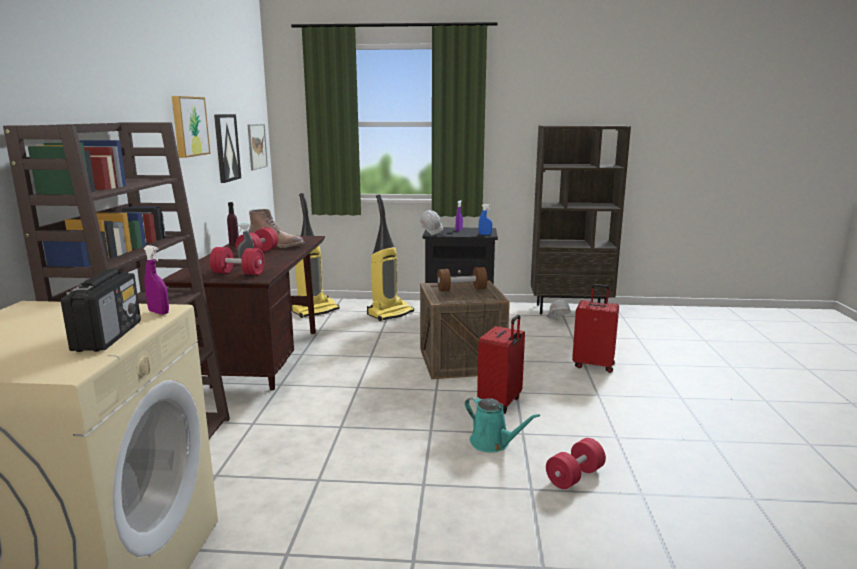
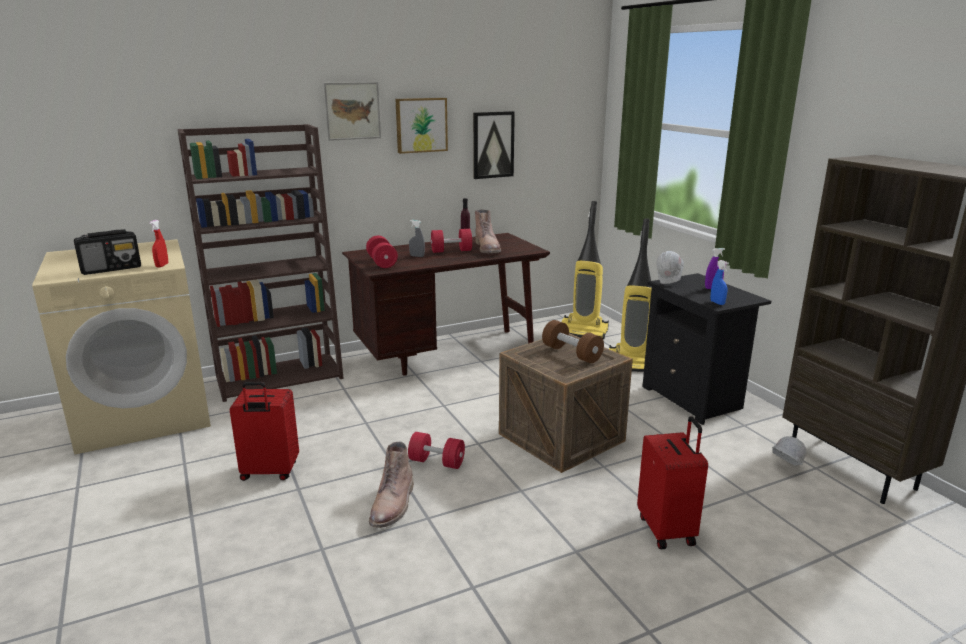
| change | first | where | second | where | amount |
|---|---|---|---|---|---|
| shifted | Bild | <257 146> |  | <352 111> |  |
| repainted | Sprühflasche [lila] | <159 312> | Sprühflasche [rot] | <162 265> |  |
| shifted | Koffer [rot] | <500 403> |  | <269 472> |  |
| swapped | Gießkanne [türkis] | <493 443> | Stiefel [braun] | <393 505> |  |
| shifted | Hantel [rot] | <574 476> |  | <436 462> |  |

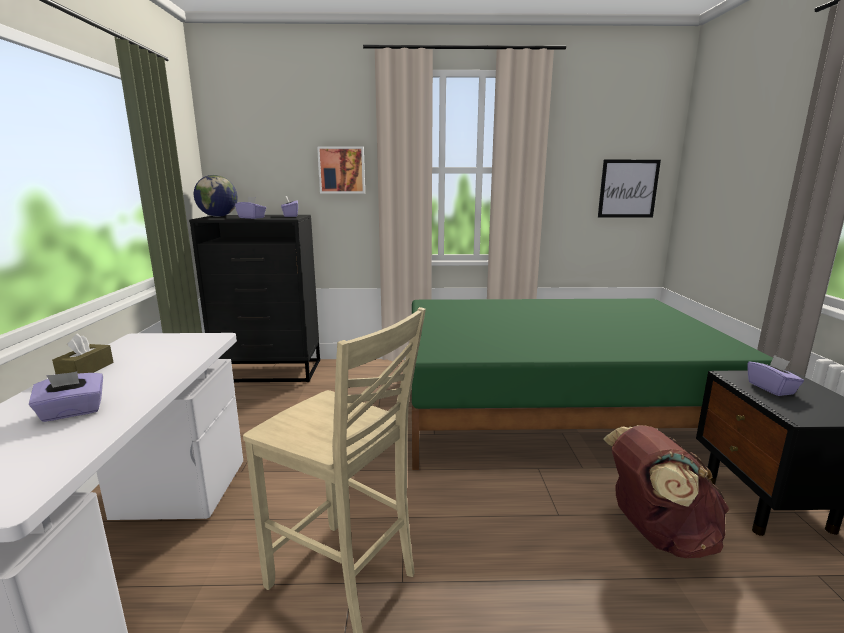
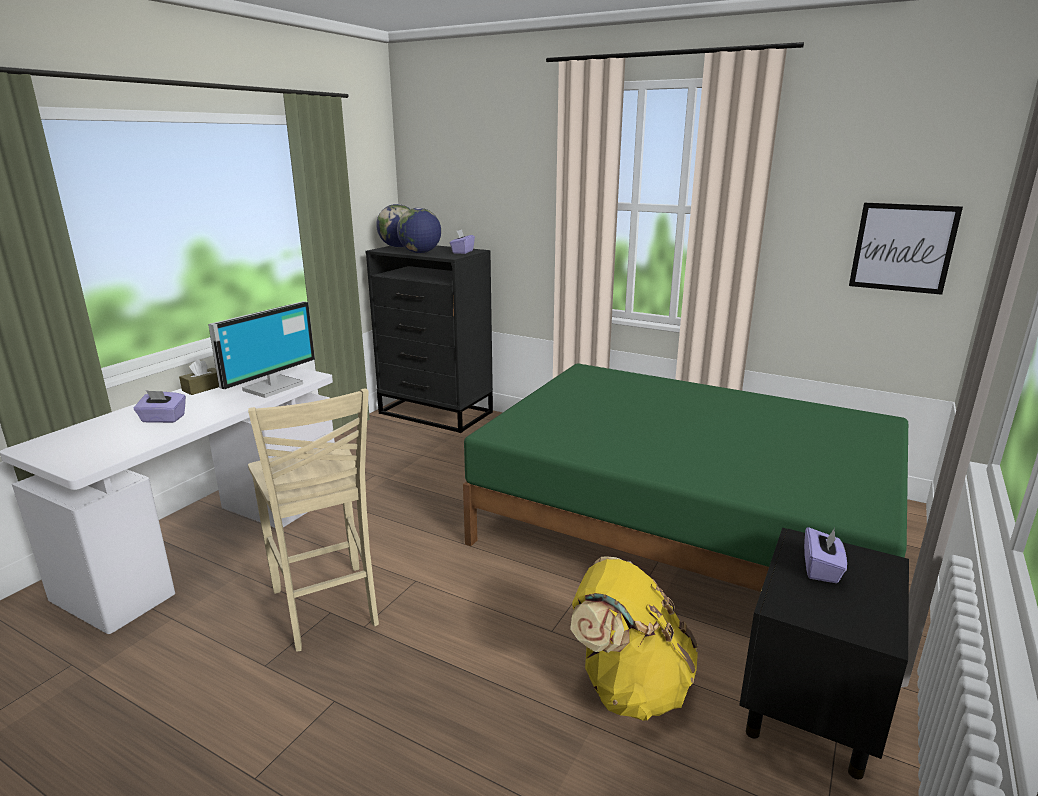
| change | first | where | second | where | amount |
|---|---|---|---|---|---|
| gone | Bild | <342 170> |  |  |  |
| swapped | Taschentuchbox [lila] | <252 218> | Globus | <420 252> |  |
| repainted | Rucksack [braun] | <657 534> | Rucksack [gelb] | <629 686> |  |
| new |  |  | Monitor | <271 387> |  |

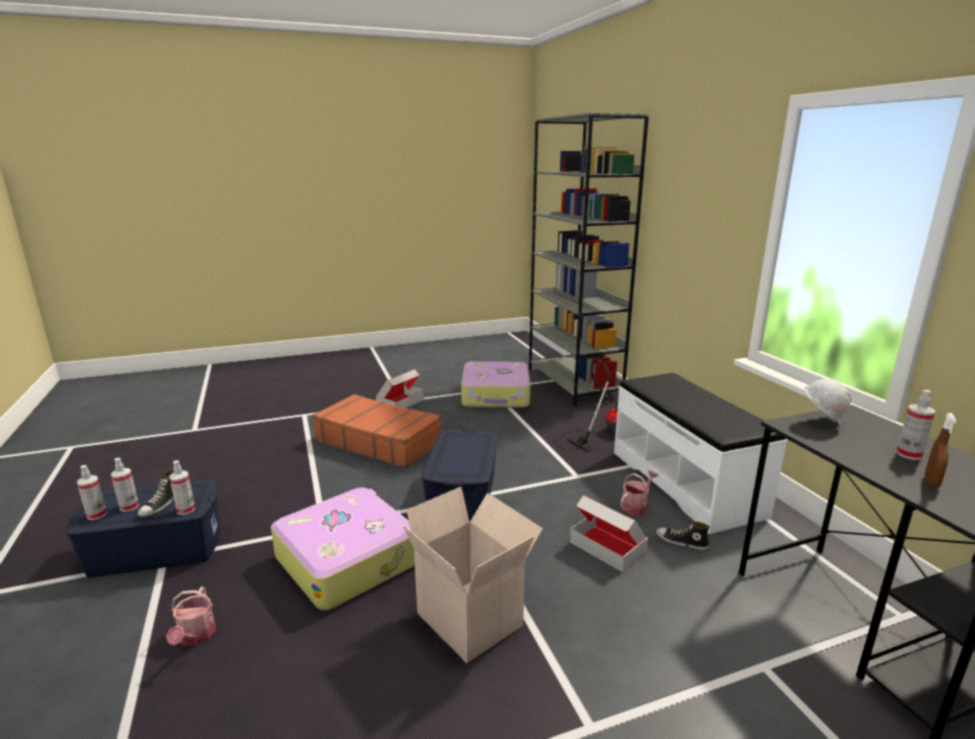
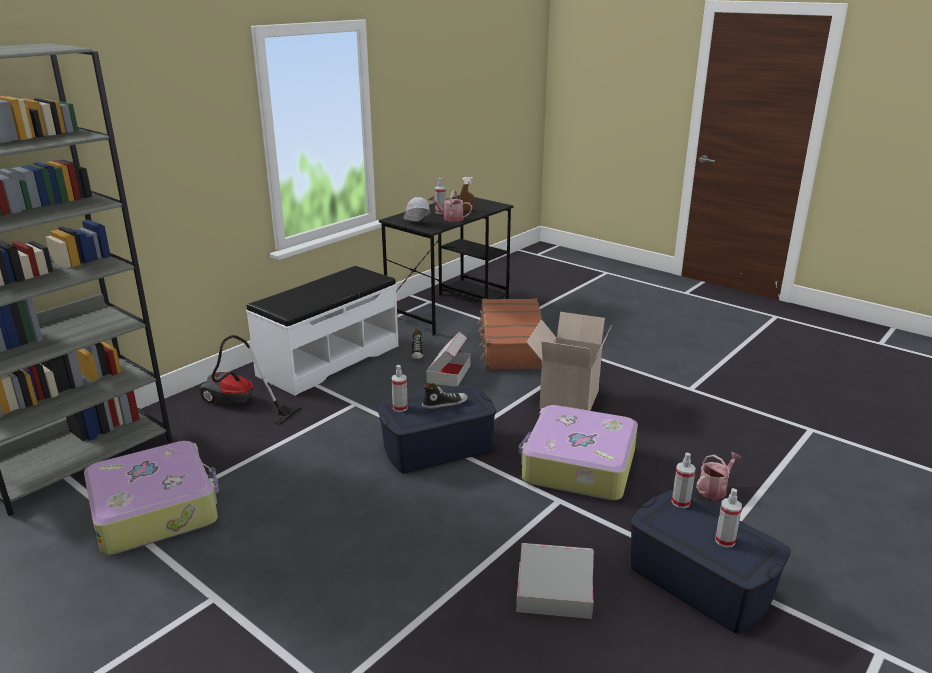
| change | first | where | second | where | amount |
|---|---|---|---|---|---|
| shifted | Karton | <400 402> |  | <554 597> |  |
| shifted | Koffer [braun] | <379 441> |  | <511 345> |  |
| shifted | Sprühflasche | <96 515> |  | <400 408> |  |
| shifted | Schuh | <162 504> |  | <444 403> |  |
| shifted | Gießkanne | <636 506> |  | <450 218> |  |

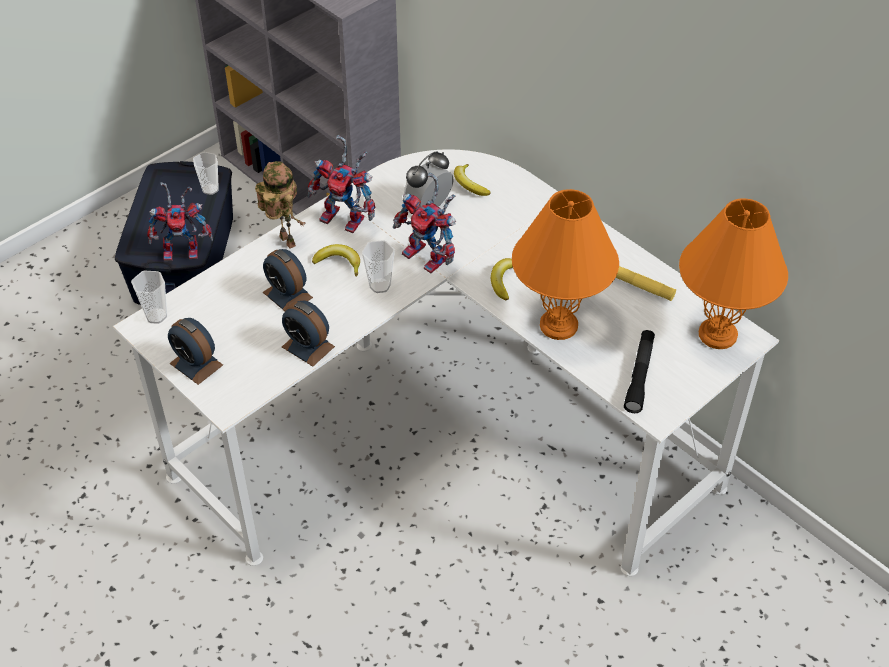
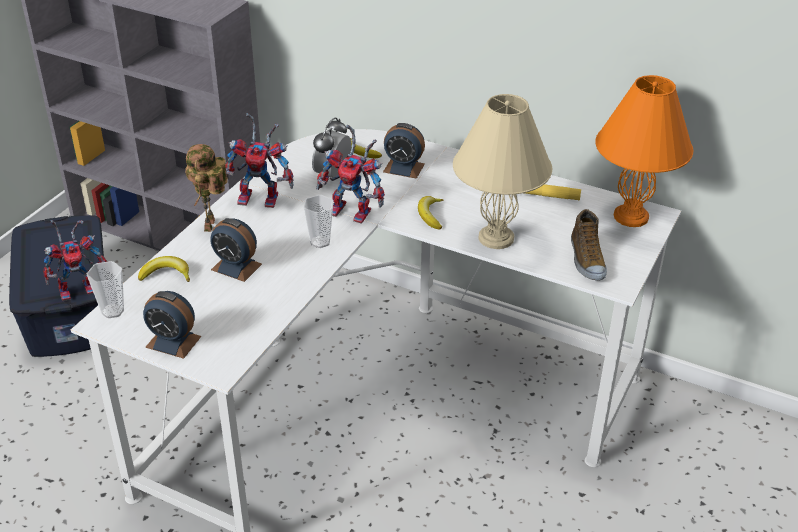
| change | first | where | second | where | amount |
|---|---|---|---|---|---|
| gone | Tasse | <210 189> |  |  |  |
| rotated | Spielzeugroboter | <284 241> |  | <211 226> | 120 degrees counterclockwise |
| repainted | Tischlampe [orange] | <559 325> | Tischlampe [beige] | <496 237> |  |
| shifted | Banane | <339 263> |  | <166 274> |  |
| shifted | Wecker | <308 346> |  | <403 168> |  |
| swapped | Taschenlampe [schwarz] | <639 375> | Schuh | <586 260> |  |

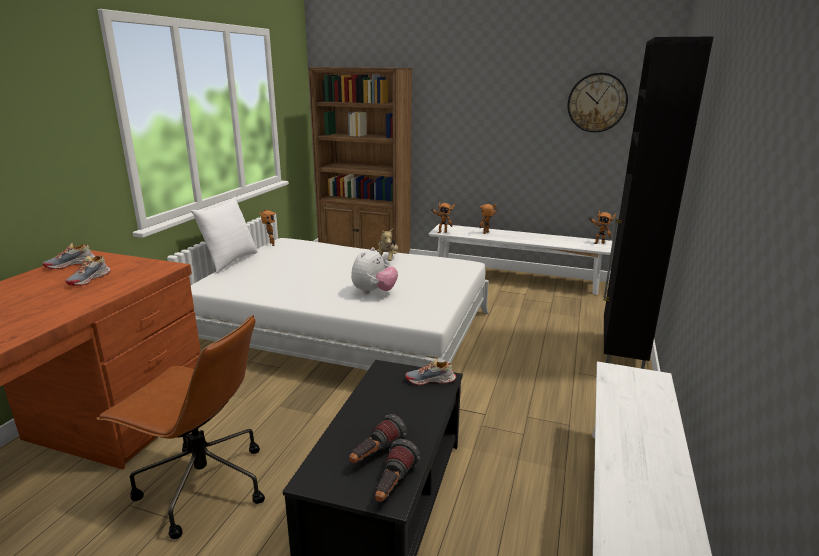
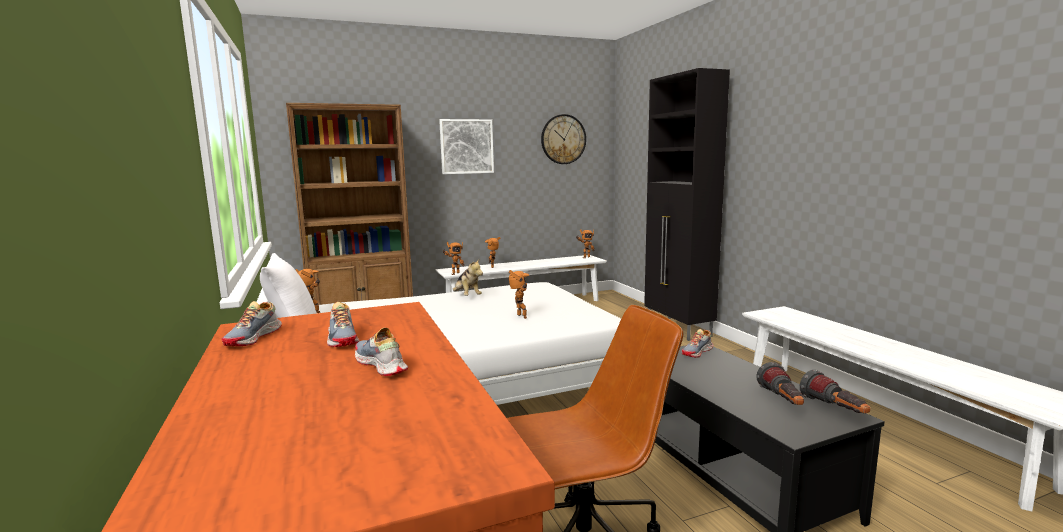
| change | first | where | second | where | amount |
|---|---|---|---|---|---|
| swapped | Plüschtier | <374 292> | Spielzeugroboter | <520 317> |  |
| new |  |  | Bild | <466 146> |  |
| new |  |  | Schuh | <380 365> |  |

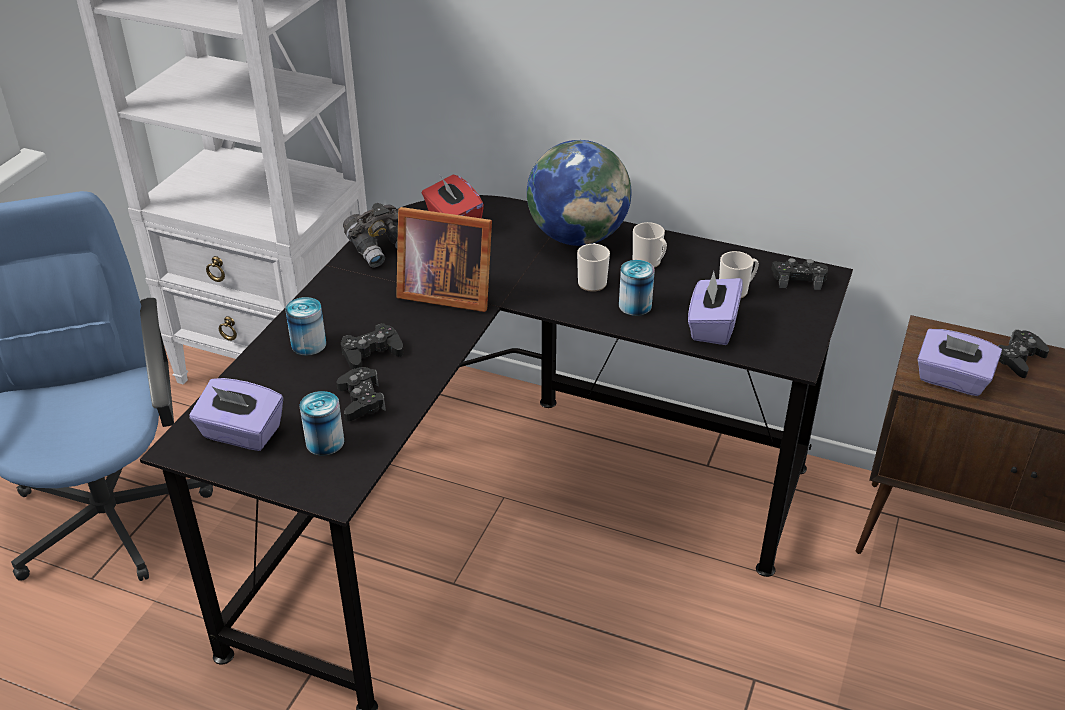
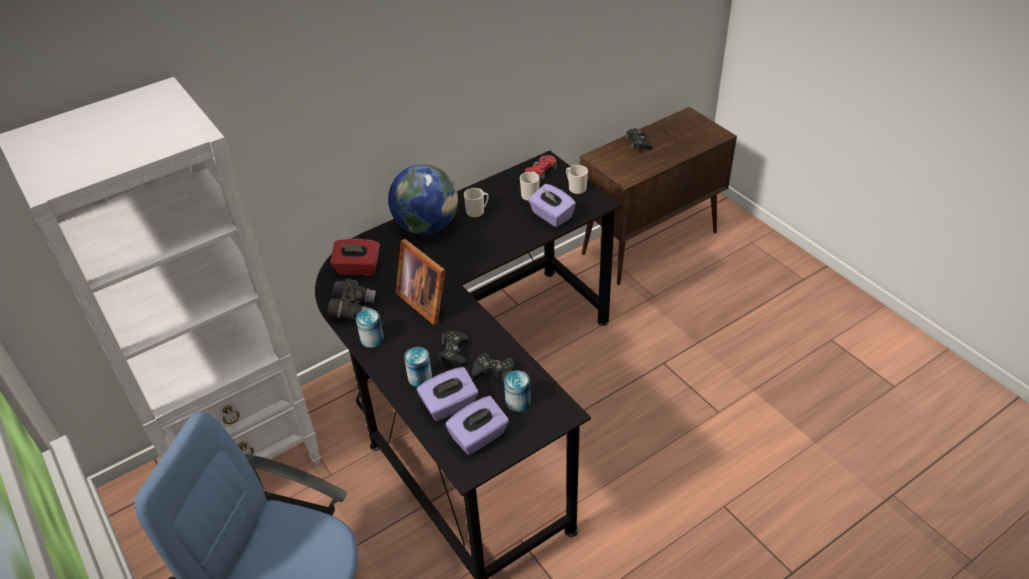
| change | first | where | second | where | amount |
|---|---|---|---|---|---|
| rotated | Bilderrahmen | <443 292> |  | <425 300> | 90 degrees clockwise |
| shifted | Henkelbecher | <592 281> |  | <575 188> |  |
| repainted | Gamepad [schwarz] | <798 279> | Gamepad [rot] | <541 170> |  |
| shifted | Dose | <635 305> |  | <372 339> |  |
| shifted | Taschentuchbox [lila] | <951 380> |  | <449 405> |  |

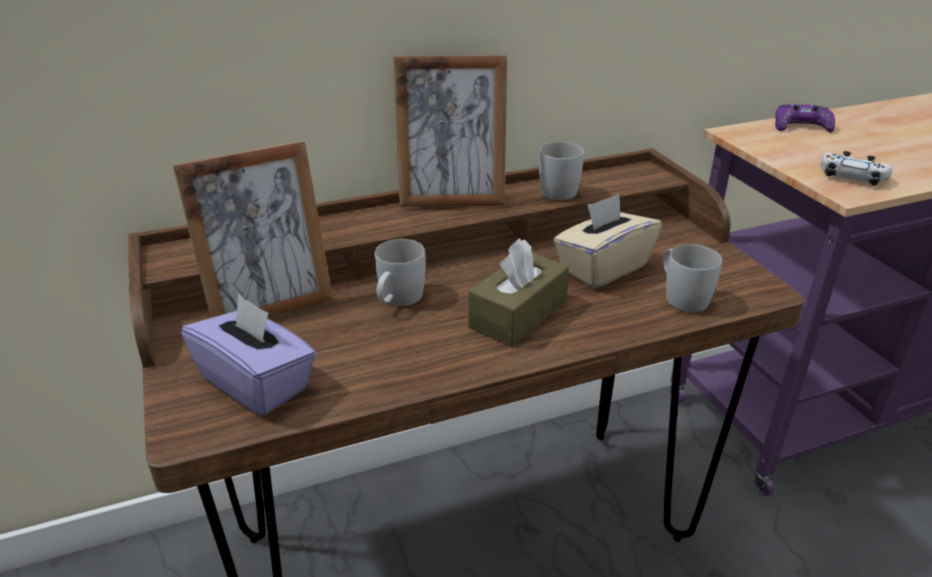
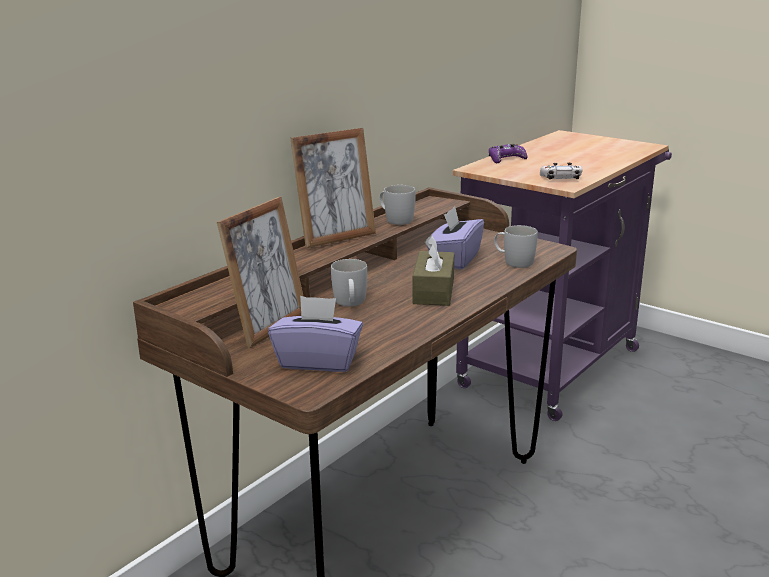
| change | first | where | second | where | amount |
|---|---|---|---|---|---|
| repainted | Taschentuchbox [beige] | <602 268> | Taschentuchbox [lila] | <454 259> |  |

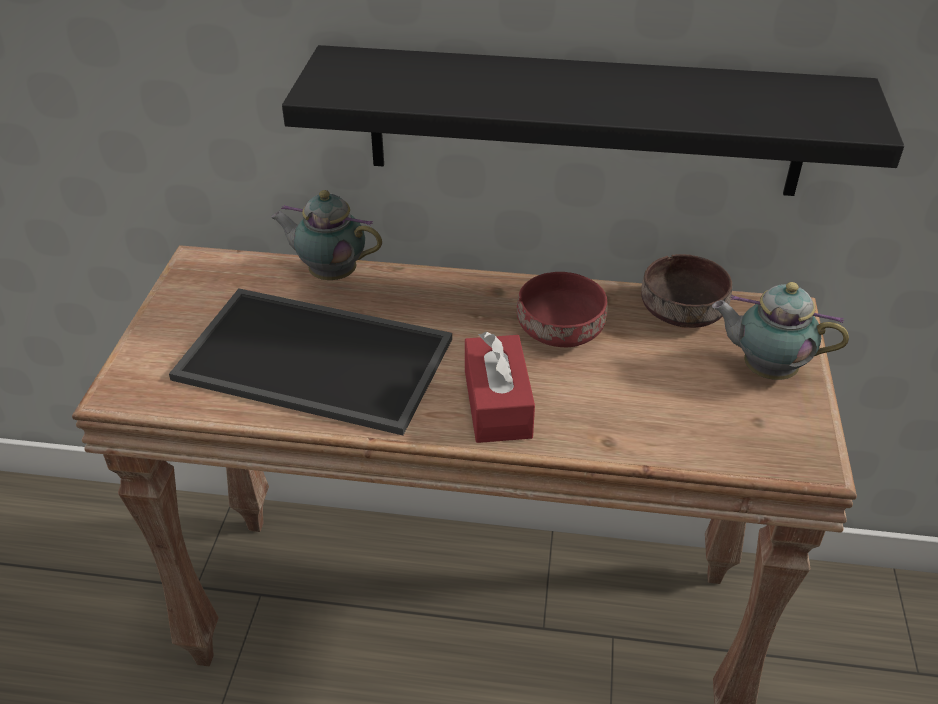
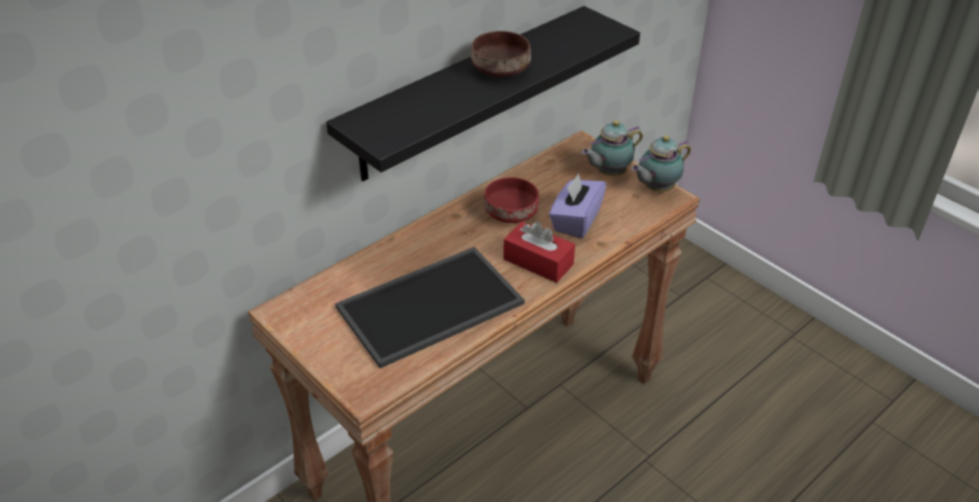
| change | first | where | second | where | amount |
|---|---|---|---|---|---|
| shifted | Teekanne | <330 274> |  | <656 188> |  |
| shifted | Schüssel [braun] | <682 312> |  | <501 70> |  |
| new |  |  | Taschentuchbox [lila] | <576 221> |  |

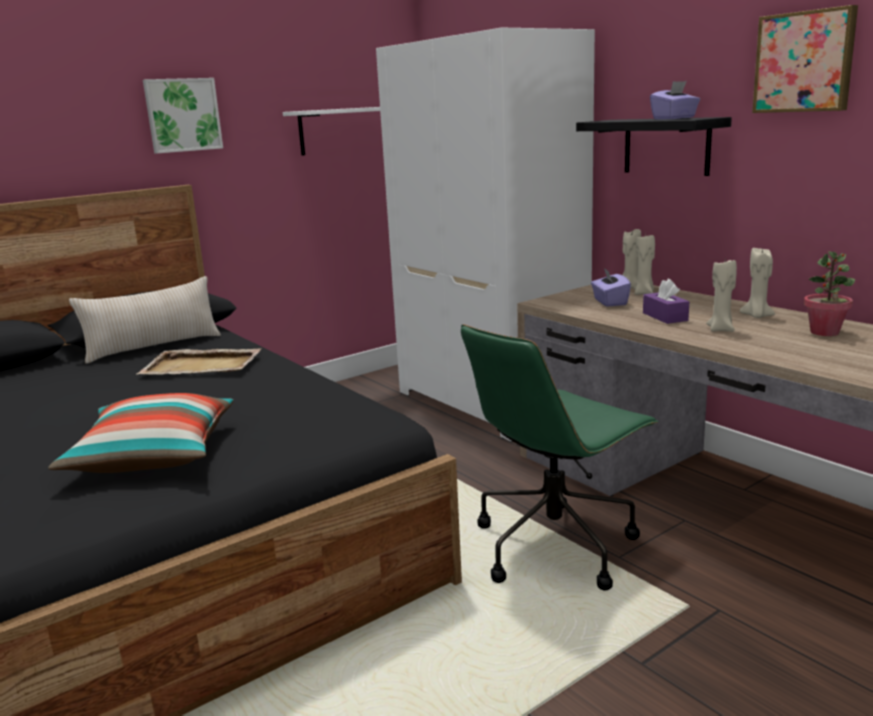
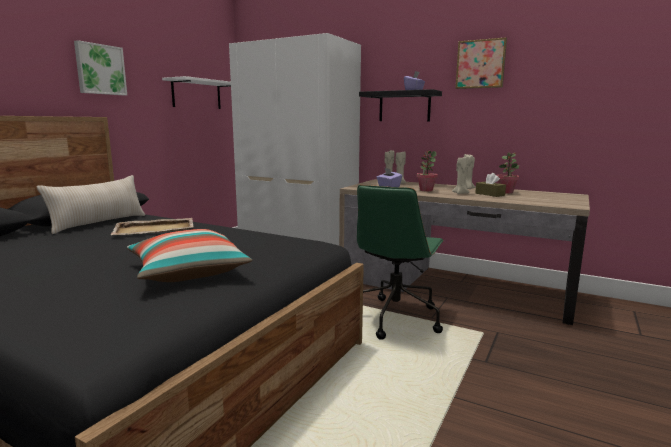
| change | first | where | second | where | amount |
|---|---|---|---|---|---|
| swapped | Taschentuchbox [lila] | <665 317> | Topfpflanze | <426 190> |  |
| new |  |  | Taschentuchbox [braun] | <489 194> |  |

